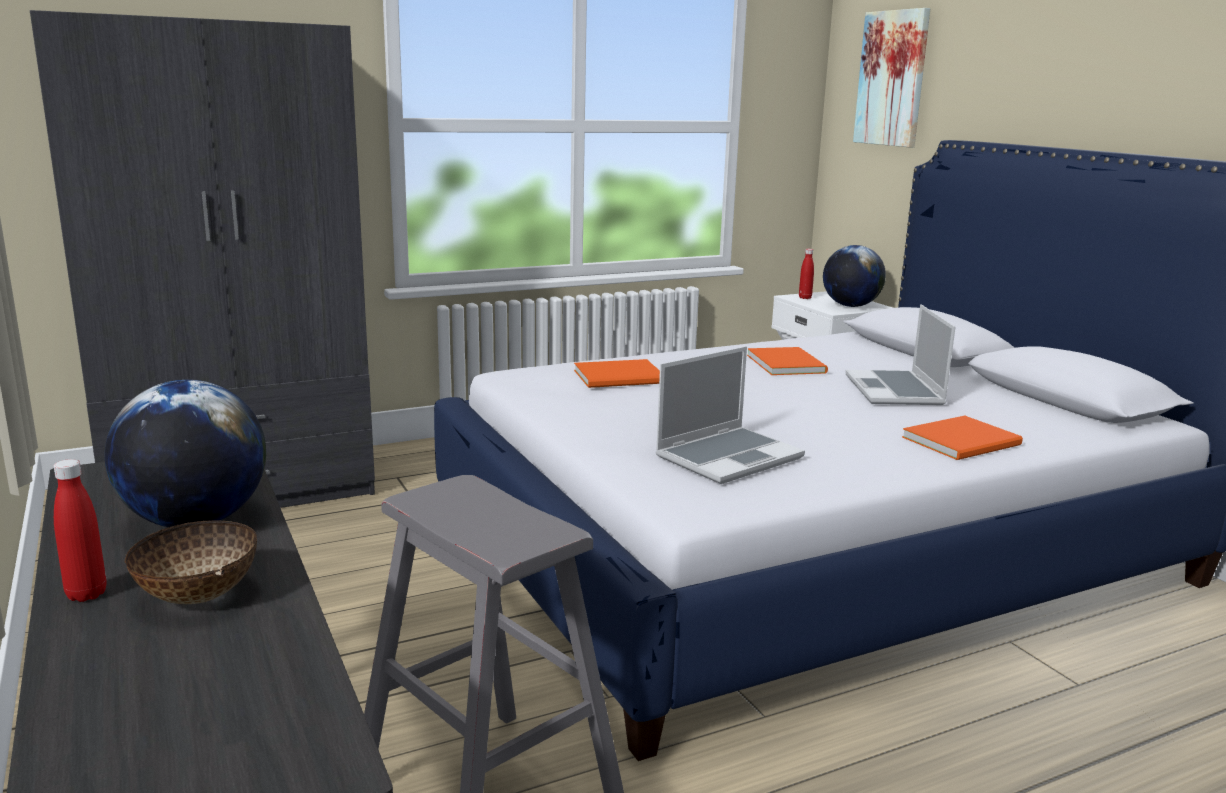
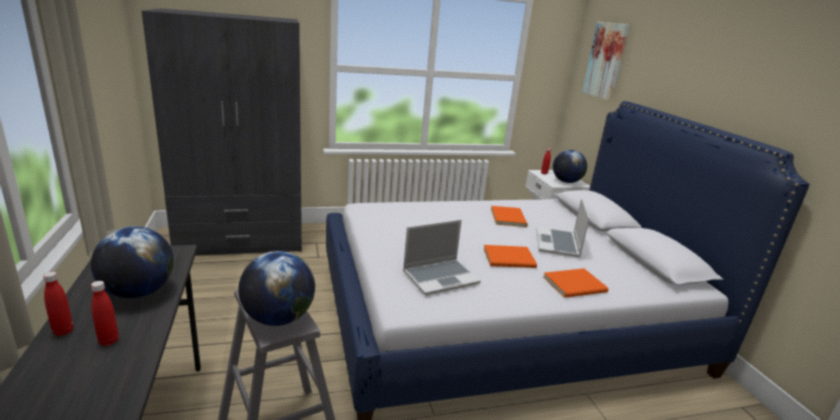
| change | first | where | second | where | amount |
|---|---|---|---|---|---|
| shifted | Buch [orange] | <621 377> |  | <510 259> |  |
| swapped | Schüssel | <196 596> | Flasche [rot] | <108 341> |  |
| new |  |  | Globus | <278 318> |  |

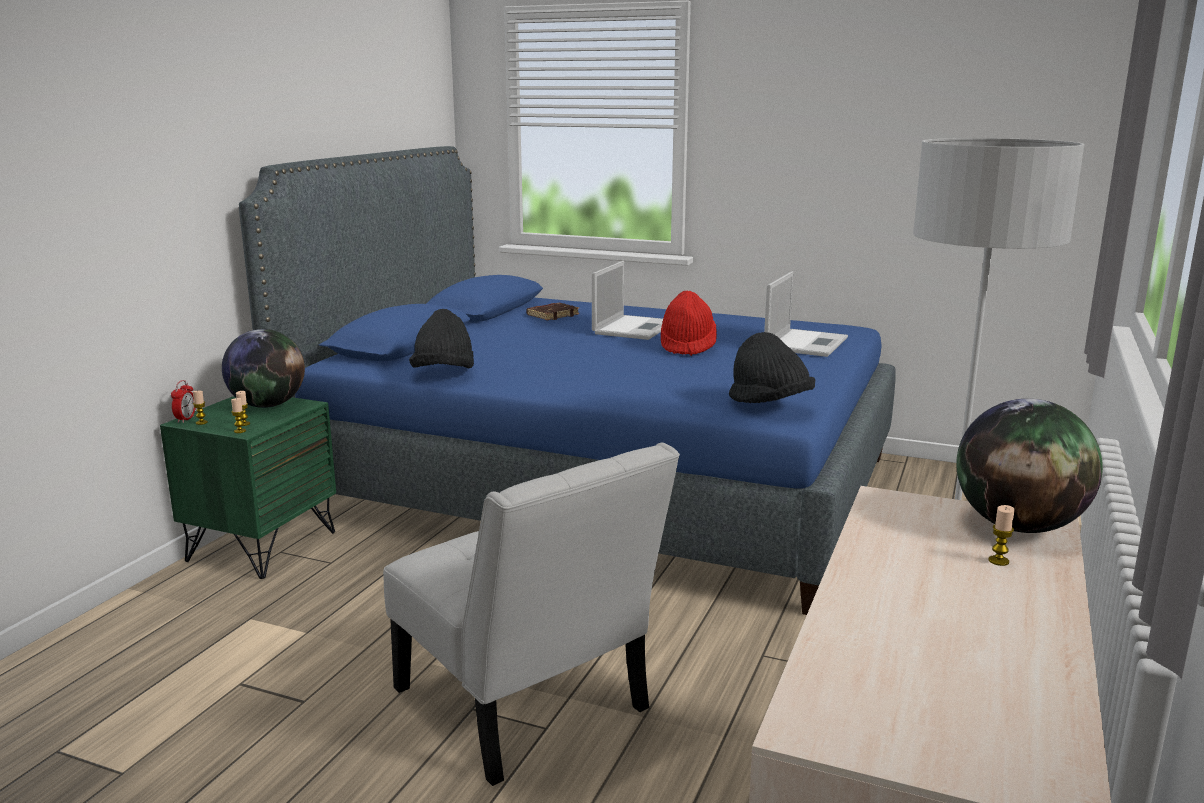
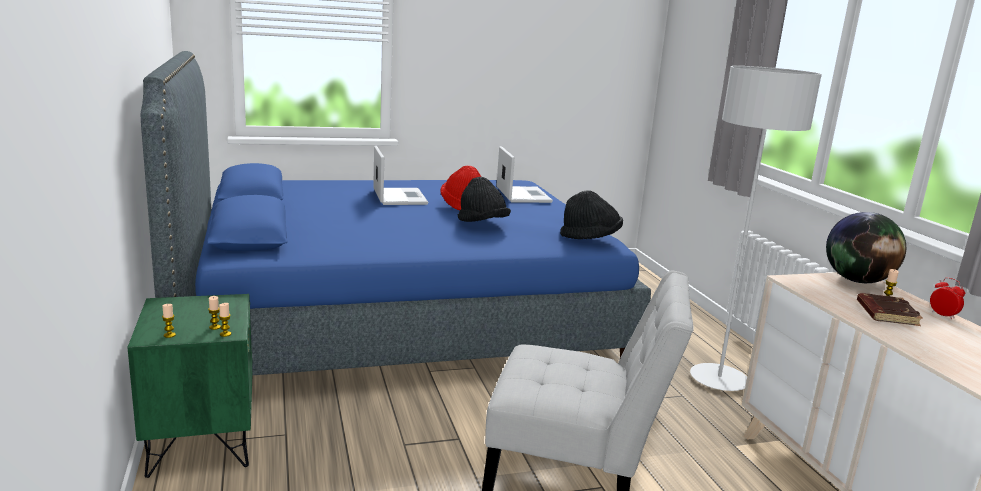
| change | first | where | second | where | amount |
|---|---|---|---|---|---|
| shifted | Buch [braun] | <552 315> |  | <885 314> |  |
| shifted | Hut [schwarz] | <444 374> |  | <482 224> |  |
| gone | Globus | <267 405> |  |  |  |
| shifted | Wecker | <185 419> |  | <942 315> |  |

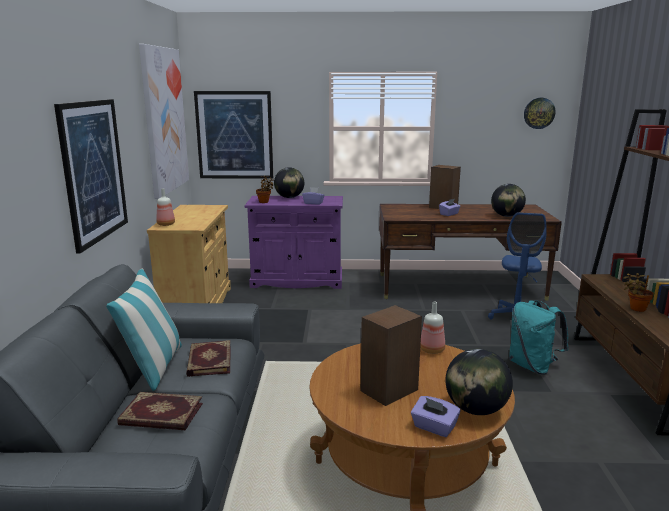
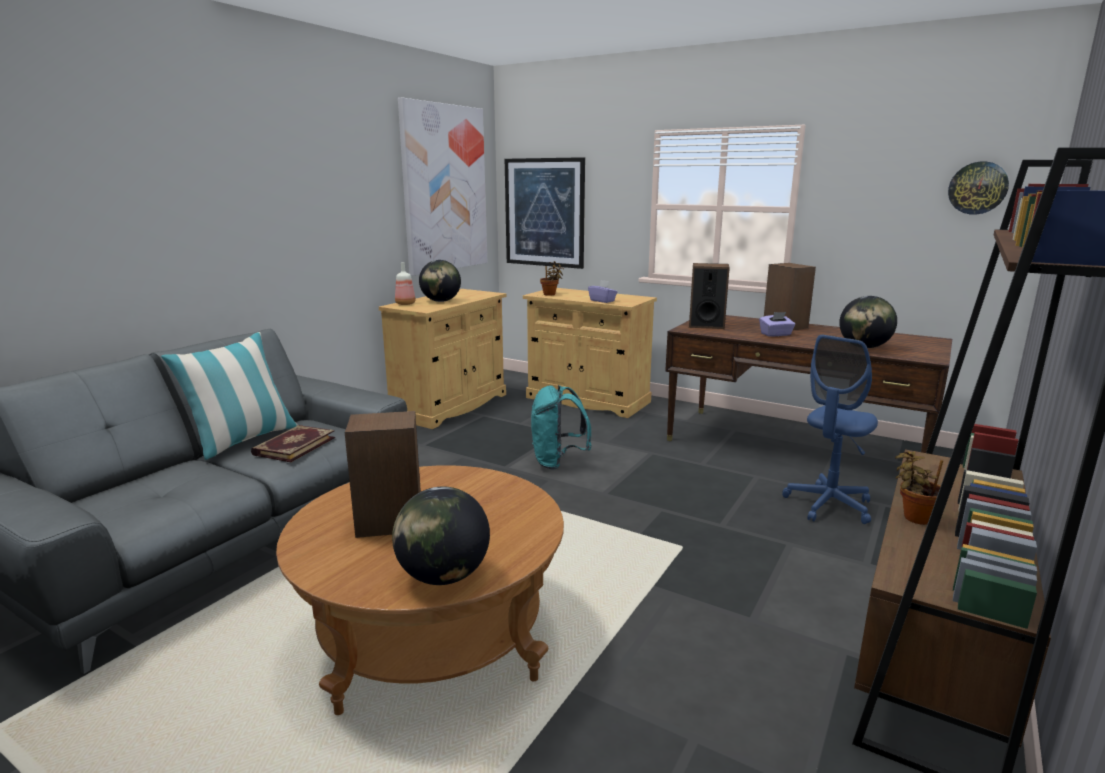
| change | first | where | second | where | amount |
|---|---|---|---|---|---|
| gone | Bild | <94 171> |  |  |  |
| shifted | Globus | <289 197> |  | <441 301> |  |
| repainted | Schrank [lila] | <297 281> | Schrank [beige] | <587 400> |  |
| shifted | Rucksack [türkis] | <532 366> |  | <557 462> |  |
| gone | Flasche | <432 349> |  |  |  |
| gone | Buch | <161 415> |  |  |  |
| gone | Taschentuchbox [lila] | <434 427> |  |  |  |
| new |  |  | Lautsprecher | <706 325> |  |

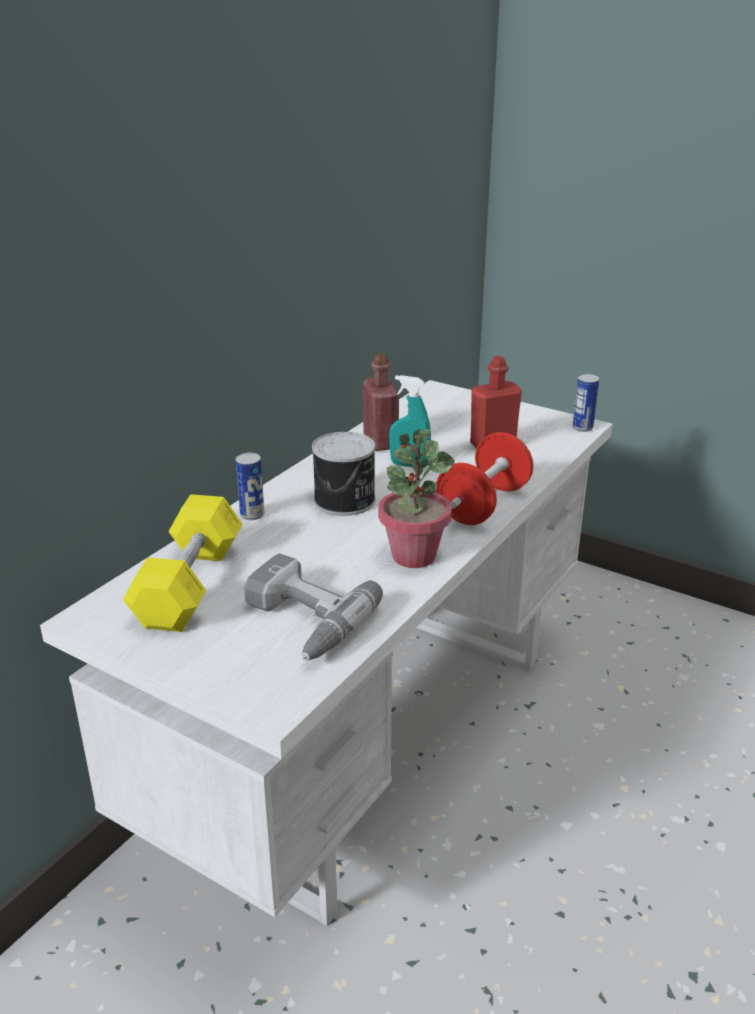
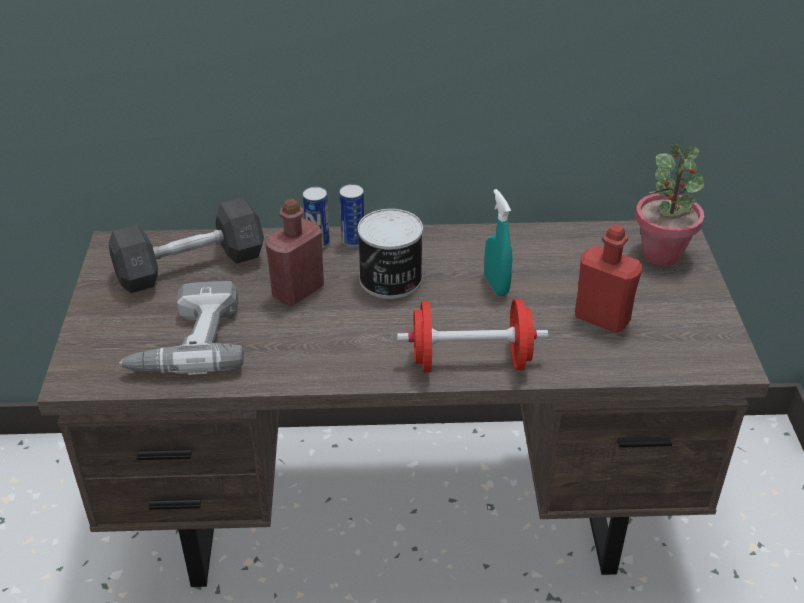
| change | first | where | second | where | amount |
|---|---|---|---|---|---|
| shifted | Flasche [rot] | <380 442> |  | <298 291> |  |
| shifted | Dose | <582 427> |  | <353 241> |  |
| repainted | Schreibtisch [weiß] | <376 740> | Schreibtisch [braun] | <404 510> |  |
| shifted | Topfpflanze | <413 556> |  | <662 253> |  |
| repainted | Hantel [gelb] | <189 585> | Hantel [grau] | <191 266> |  |

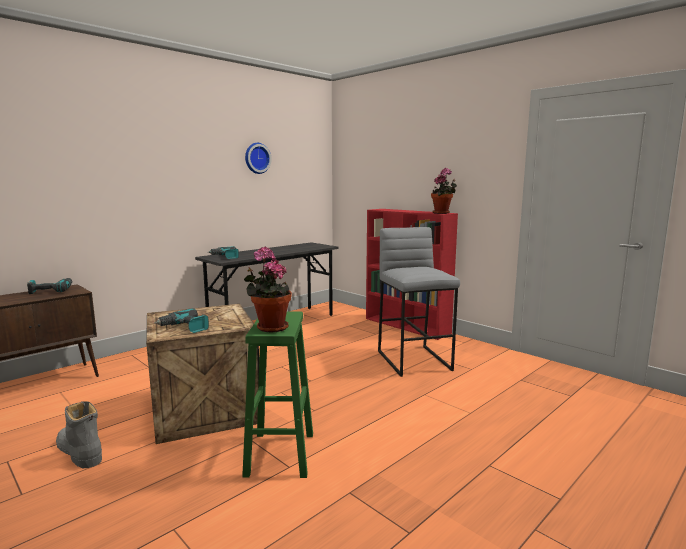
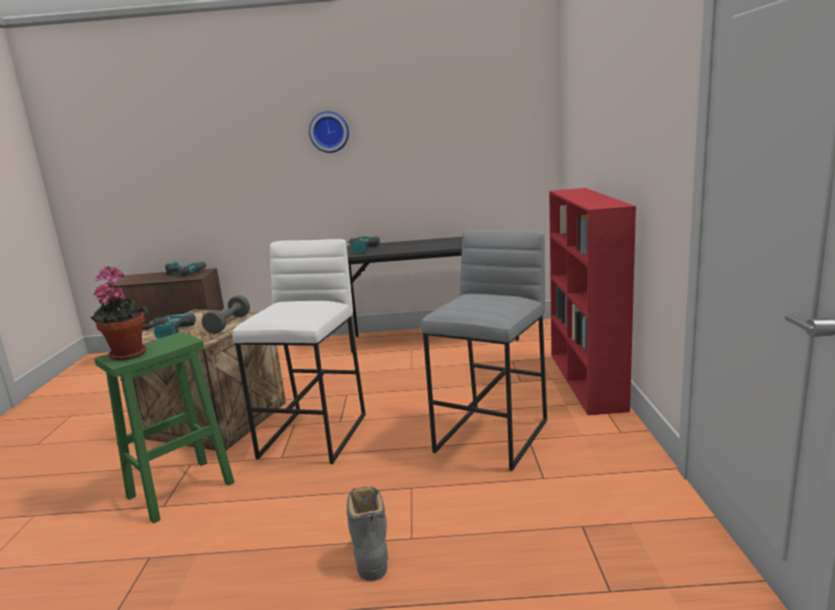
| change | first | where | second | where | amount |
|---|---|---|---|---|---|
| shifted | Wanduhr | <256 158> |  | <329 132> |  |
| gone | Topfpflanze | <442 213> |  |  |  |
| shifted | Stiefel [grau] | <79 452> |  | <371 547> |  |
| new |  |  | Hocker [weiß] | <315 435> |  |
| new |  |  | Hantel [grau] | <228 324> |  |

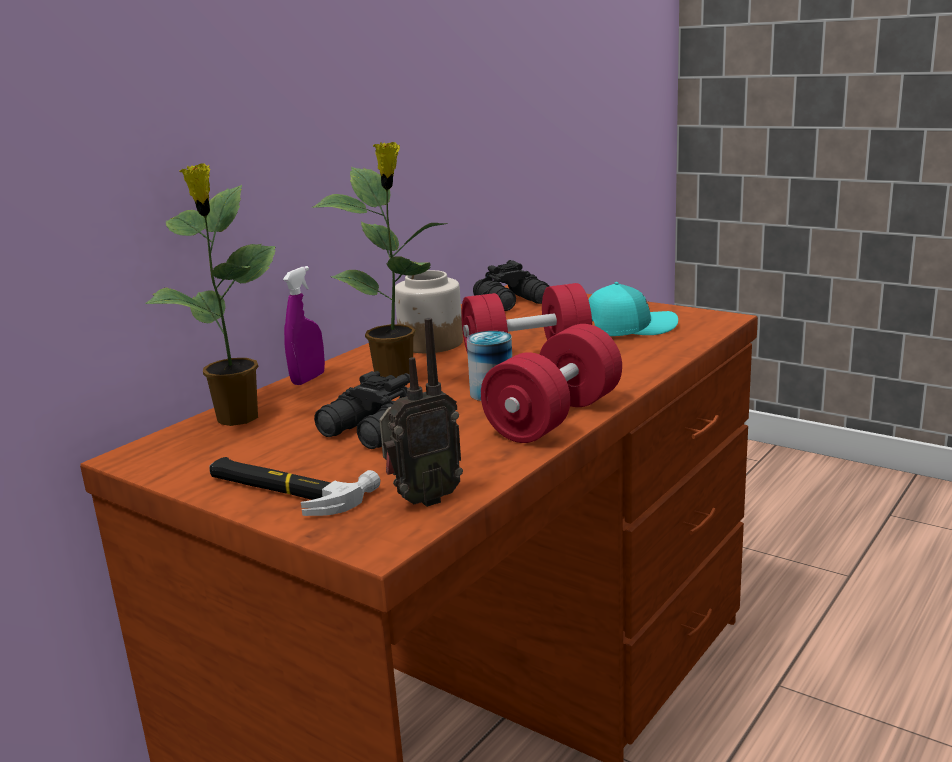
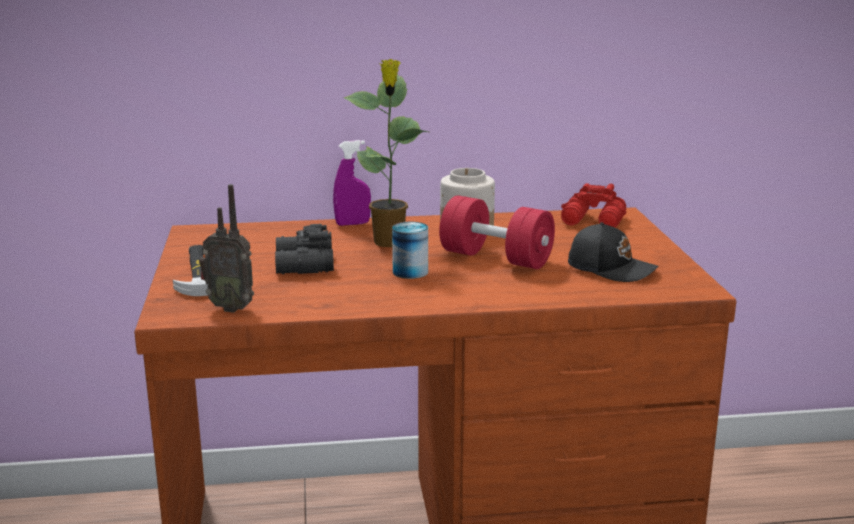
| change | first | where | second | where | amount |
|---|---|---|---|---|---|
| gone | Topfpflanze | <237 419> |  |  |  |
| repainted | Fernglas [schwarz] | <514 302> | Fernglas [rot] | <594 221> |  |
| repainted | Kappe [türkis] | <628 328> | Kappe [schwarz] | <611 268> |  |
| gone | Hantel [rot] | <554 417> |  |  |  |

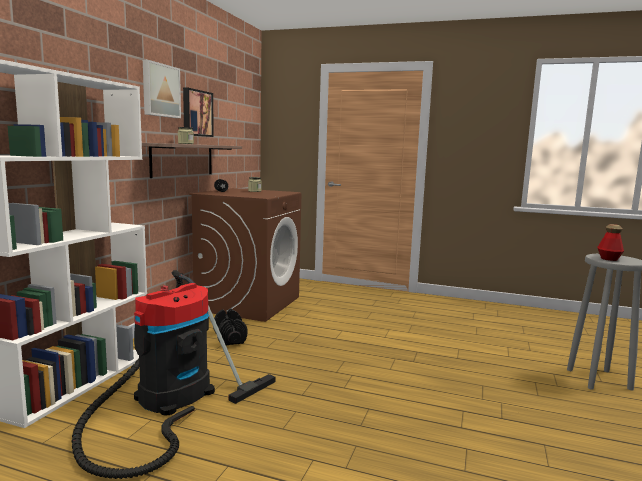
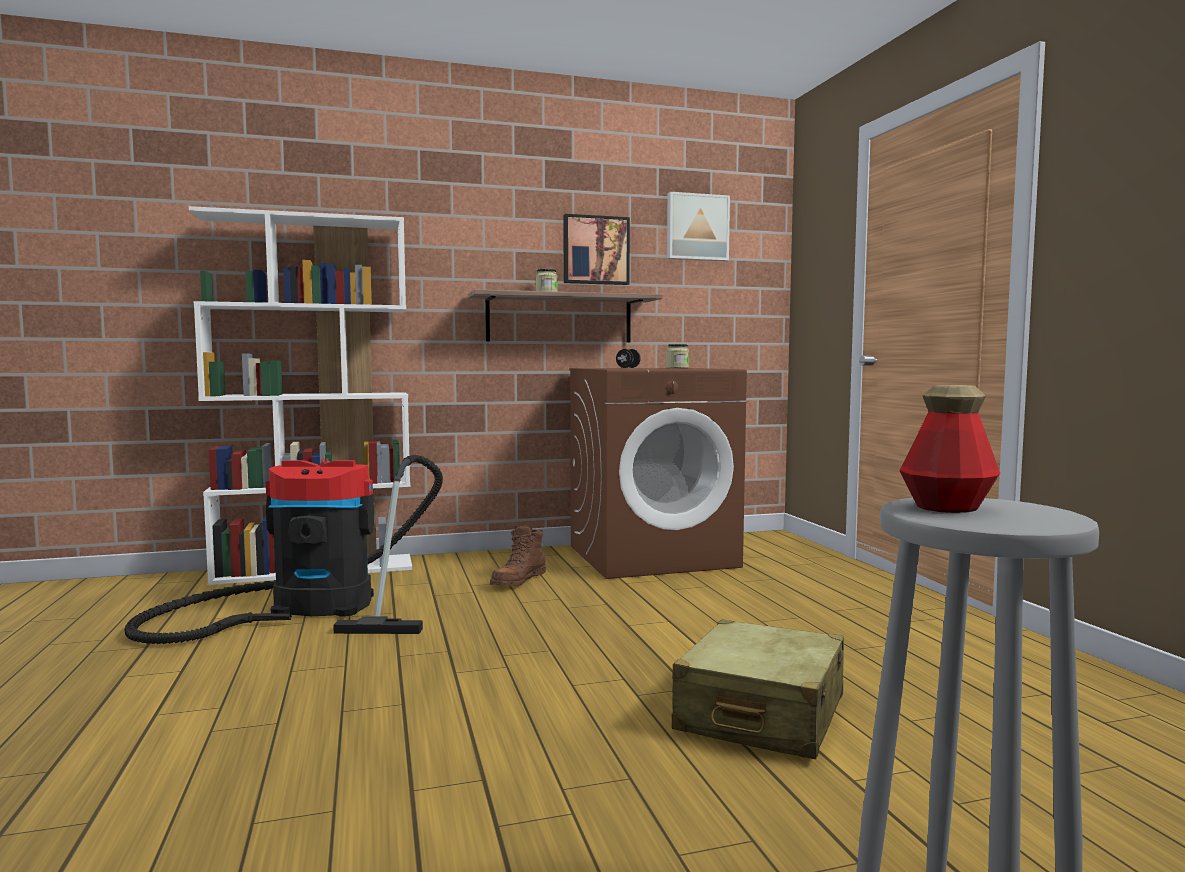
| change | first | where | second | where | amount |
|---|---|---|---|---|---|
| shifted | Bild | <160 90> |  | <696 227> |  |
| swapped | Hantel [schwarz] | <230 338> | Stiefel [braun] | <518 581> |  |
| new |  |  | Koffer [beige] | <761 714> |  |

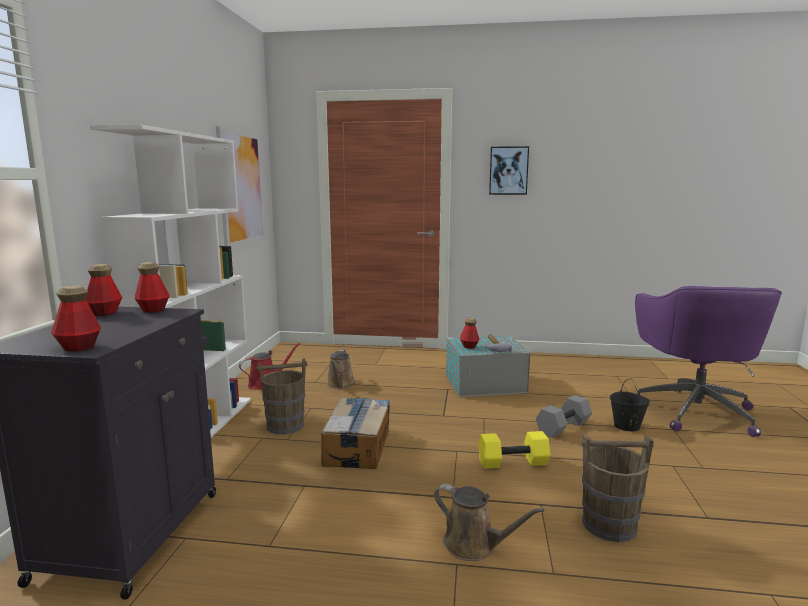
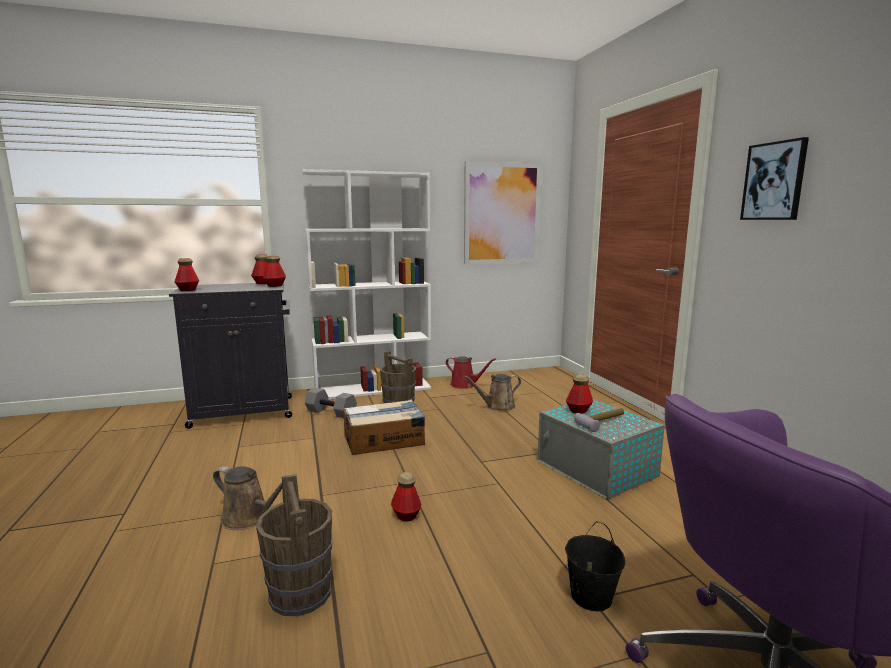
| change | first | where | second | where | amount |
|---|---|---|---|---|---|
| shifted | Hantel [grau] | <562 427> |  | <332 412> |  |
| swapped | Hantel [gelb] | <513 462> | Flasche | <406 515> |  |
| rotated | Gießkanne [braun] | <474 545> |  | <249 518> | 75 degrees counterclockwise |

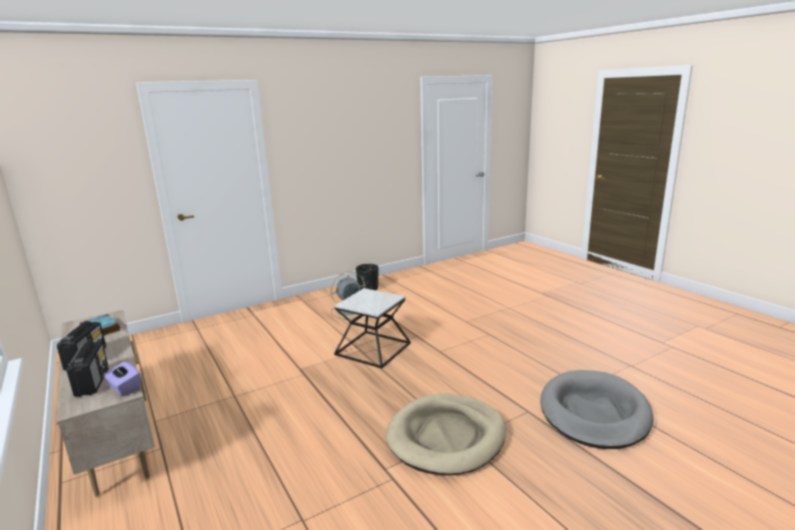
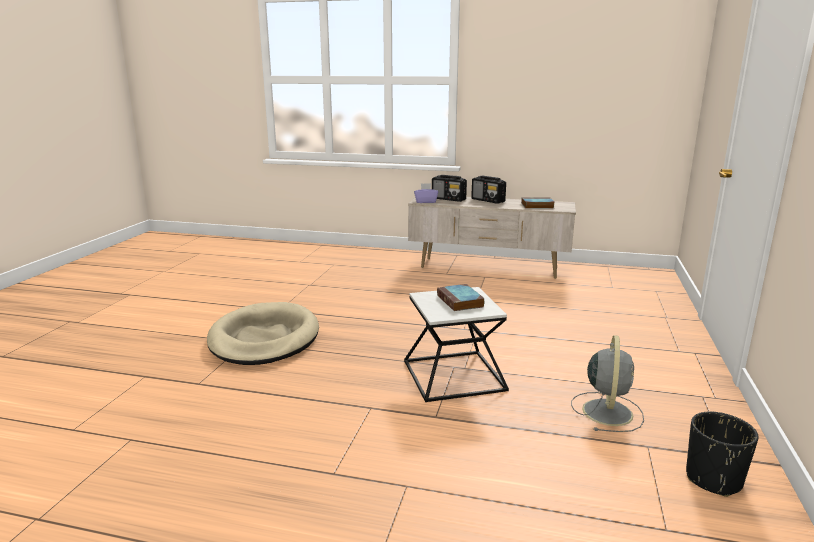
| change | first | where | second | where | amount |
|---|---|---|---|---|---|
| gone | Hundebett [grau] | <594 413> |  |  |  |
| new |  |  | Buch | <461 301> |  |

